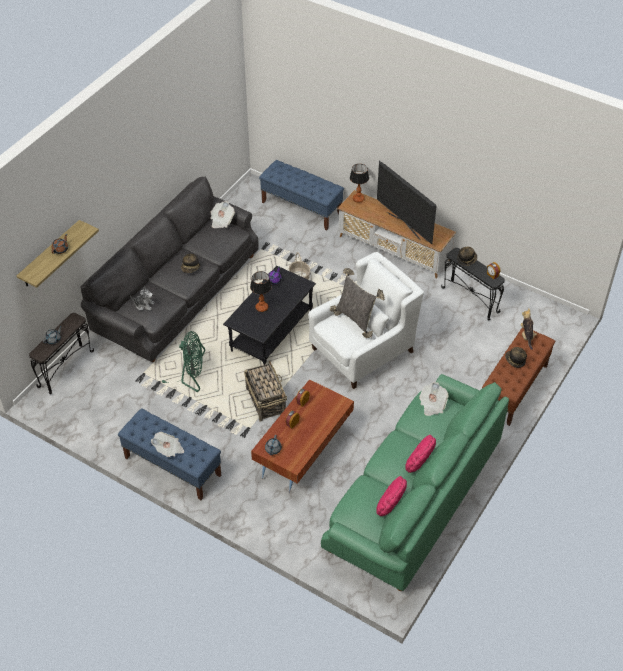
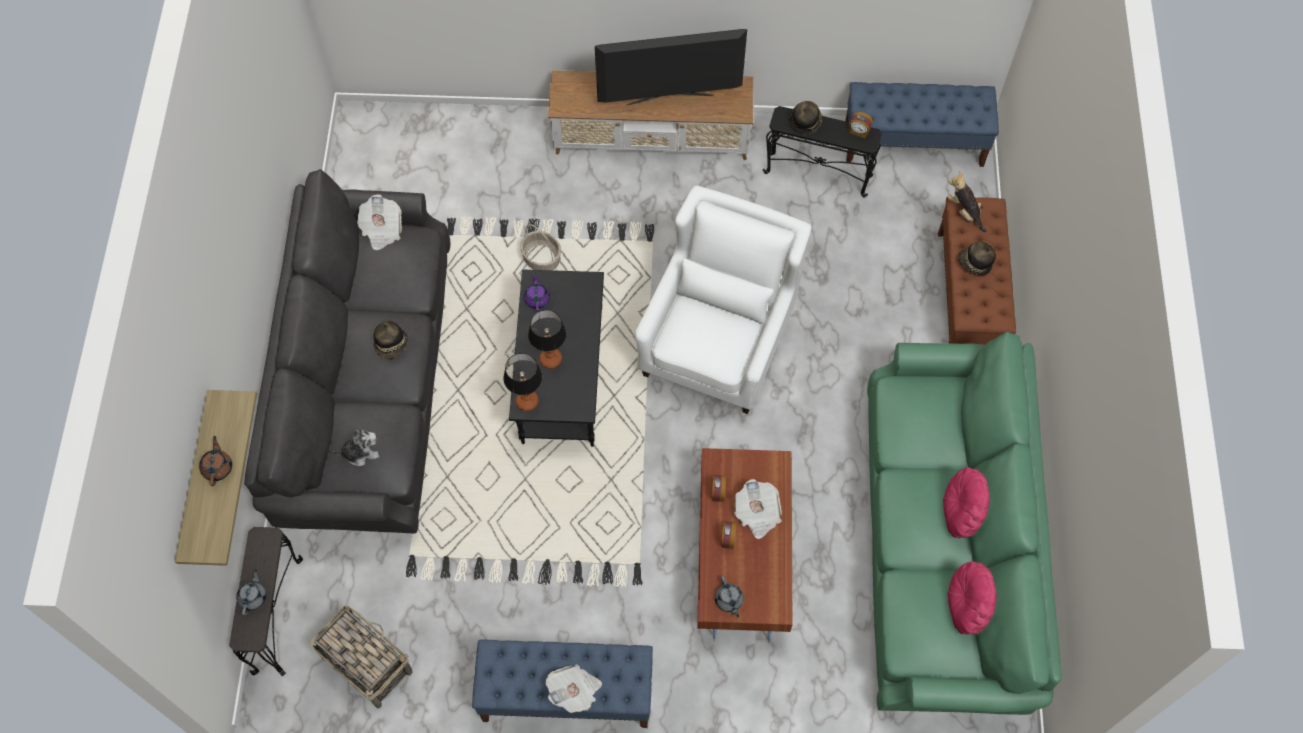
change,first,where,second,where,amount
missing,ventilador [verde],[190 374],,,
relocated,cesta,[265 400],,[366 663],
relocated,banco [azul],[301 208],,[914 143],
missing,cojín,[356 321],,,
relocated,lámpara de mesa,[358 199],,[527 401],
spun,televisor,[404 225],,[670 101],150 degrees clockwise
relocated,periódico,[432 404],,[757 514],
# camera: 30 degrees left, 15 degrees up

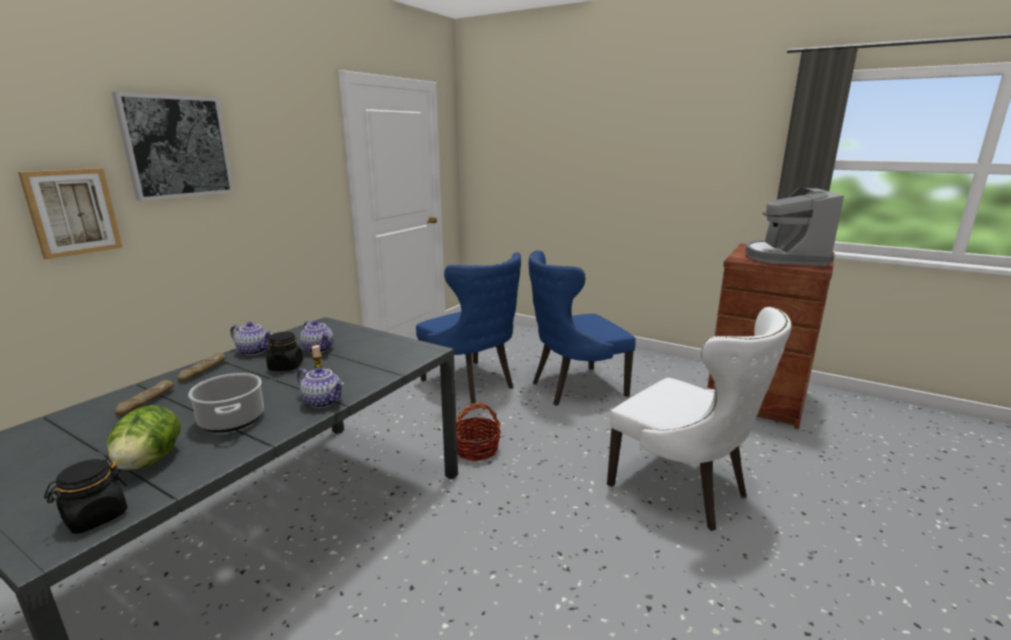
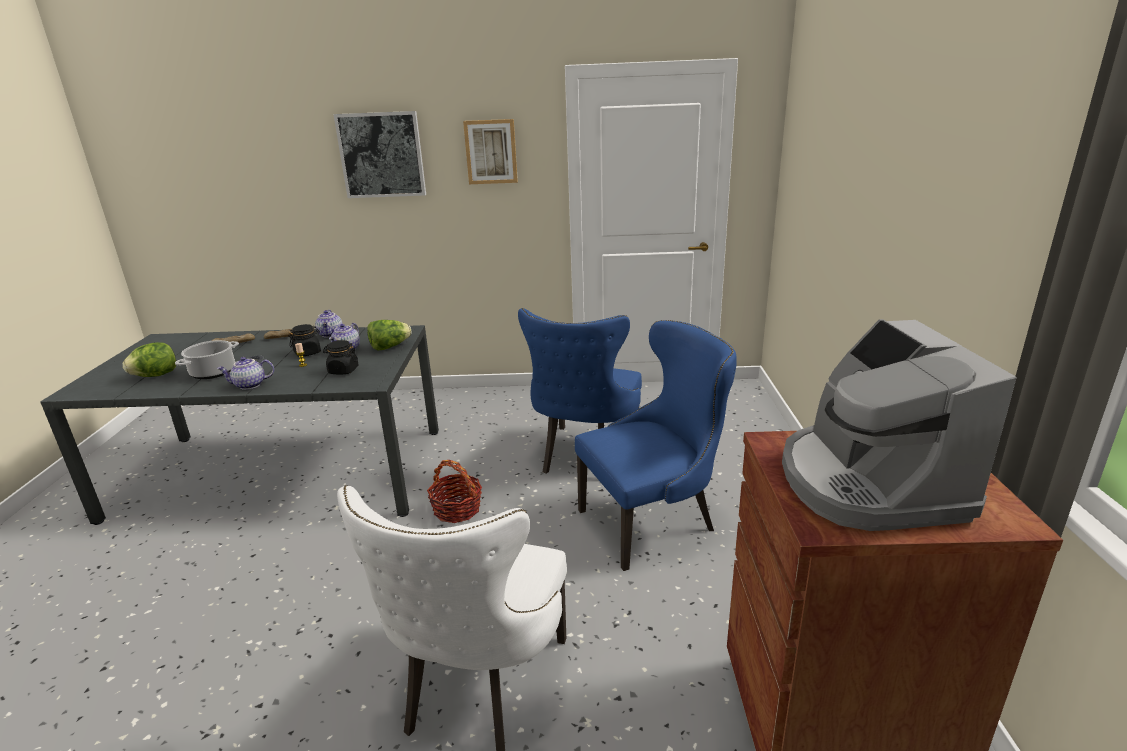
change,first,where,second,where,amount
relocated,cuadro,[72 212],,[491 152],
relocated,tarro [negro],[95 517],,[343 370],
spun,tetera,[324 402],,[249 385],75 degrees clockwise
spun,silla [azul],[574 388],,[652 522],120 degrees clockwise
spun,cafetera,[785 257],,[868 483],75 degrees counterclockwise
appeared,,,lechuga,[390 347],
# camera: 60 degrees right, 5 degrees up

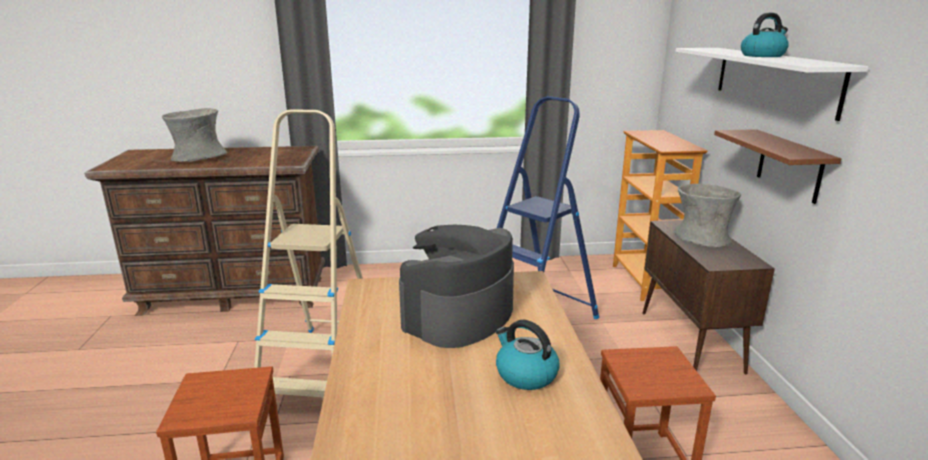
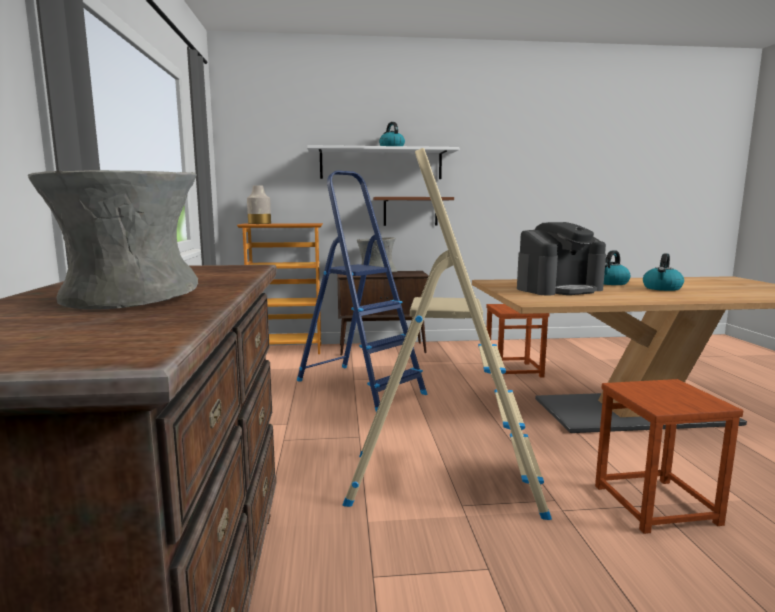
change,first,where,second,where,amount
spun,cafetera,[458 316],,[559 289],60 degrees counterclockwise
appeared,,,florero [beis],[259 223],
appeared,,,hervidor,[662 288],
# camera: 90 degrees left, 10 degrees down

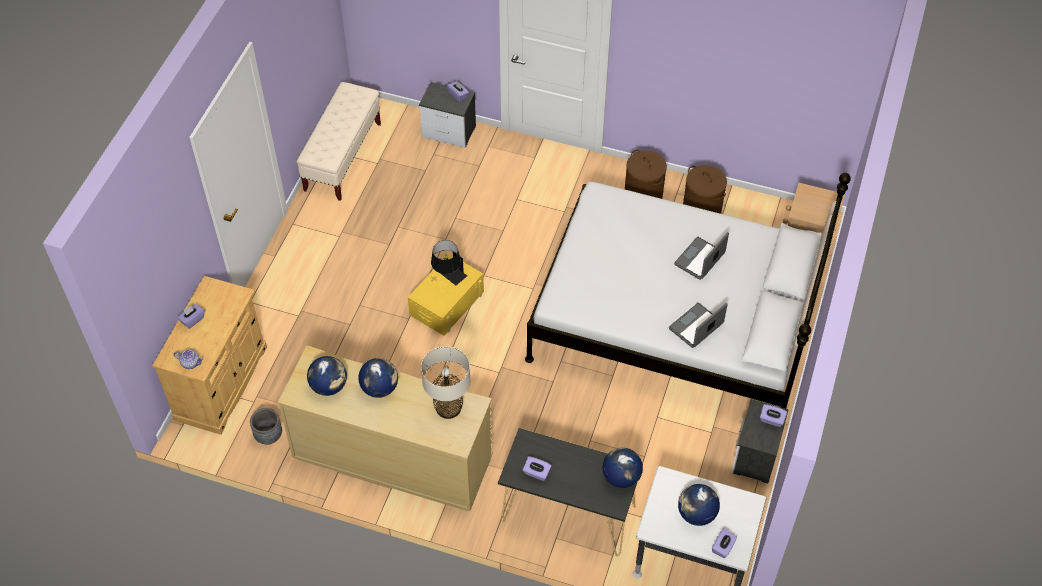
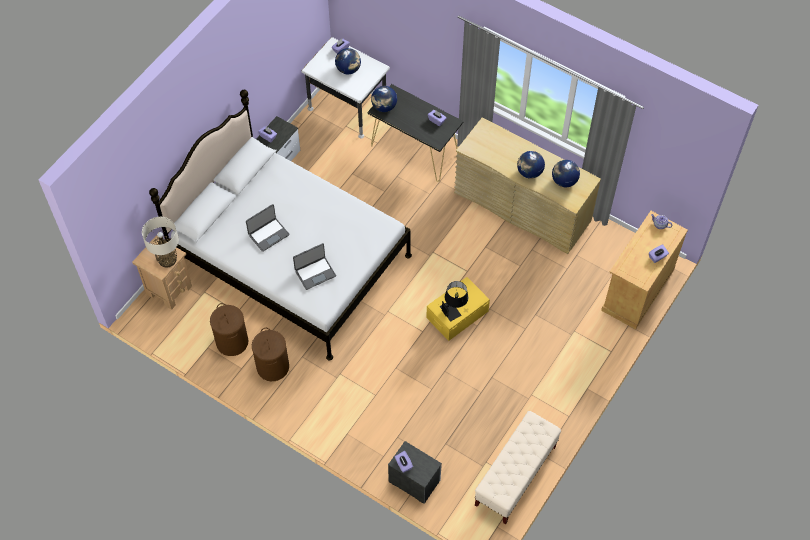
change,first,where,second,where,amount
missing,maceta [gris],[268 435],,,
relocated,lámpara de mesa,[448 408],,[167 259],
relocated,portátil,[696 327],,[315 273],
# camera: 165 degrees left, 5 degrees up

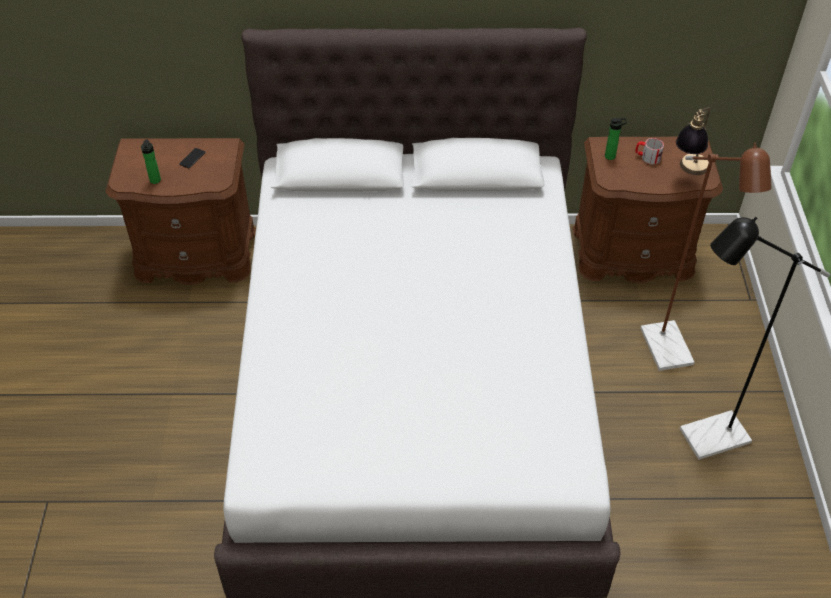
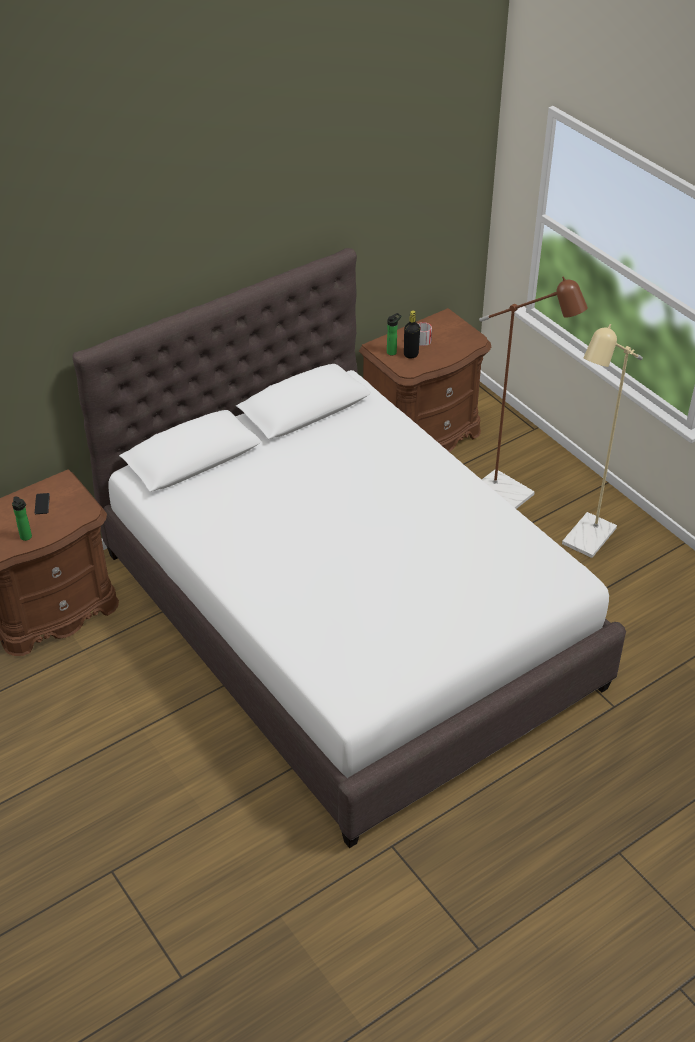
change,first,where,second,where,amount
missing,lámpara de mesa,[688 172],,,
colour,lámpara de pie [negro],[704 439],lámpara de pie [beis],[584 542],
appeared,,,botella [negro],[411 354],
# camera: 35 degrees left, 5 degrees down

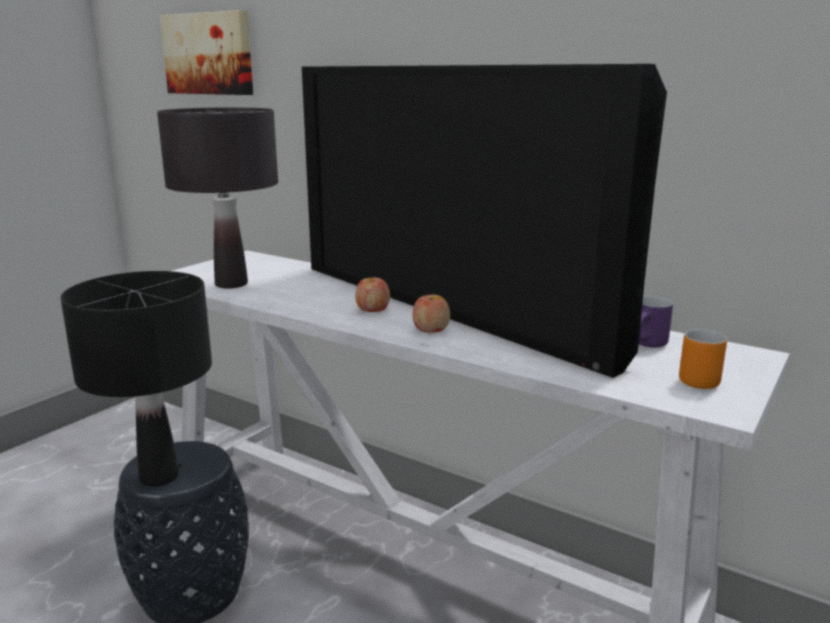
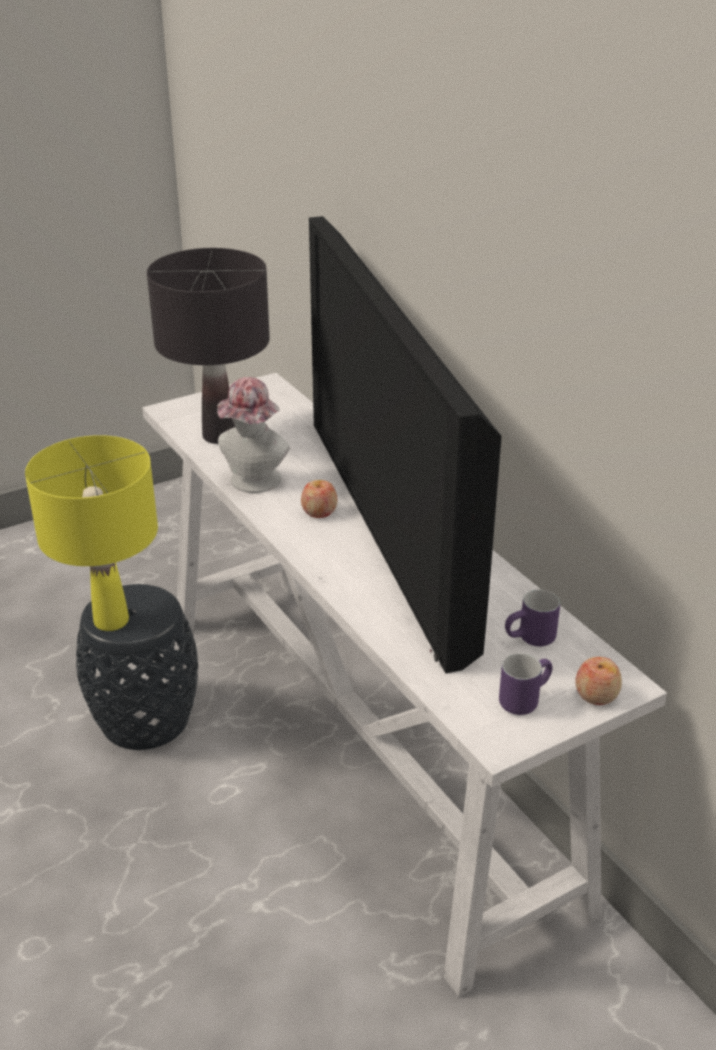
change,first,where,second,where,amount
colour,lámpara de mesa [negro],[159 477],lámpara de mesa [amarillo],[111 621],
missing,cuadro,[209 54],,,
relocated,manzana,[431 329],,[596 695],
colour,taza grande [naranja],[697 378],taza grande [morado],[523 698],
appeared,,,sombrero,[253 483],
# camera: 25 degrees right, 15 degrees up

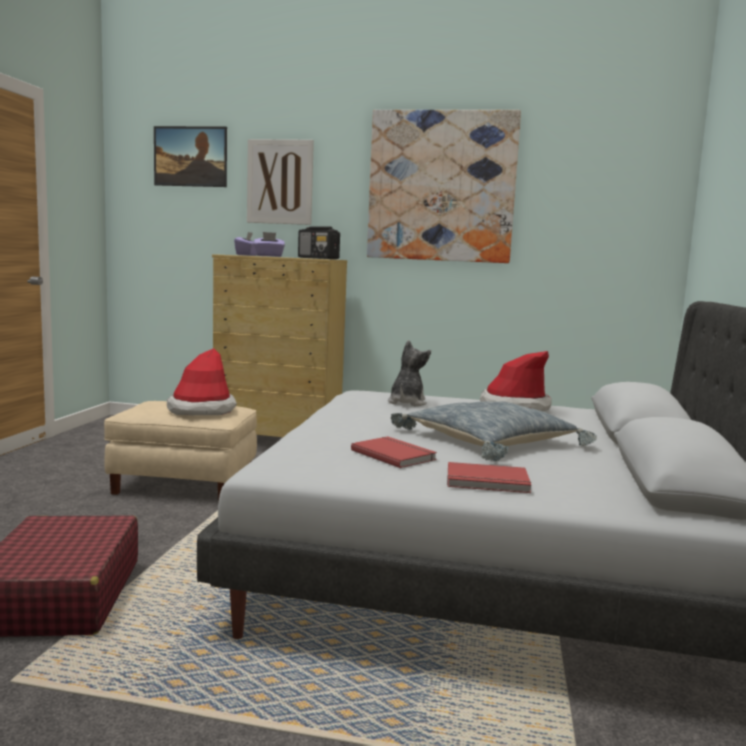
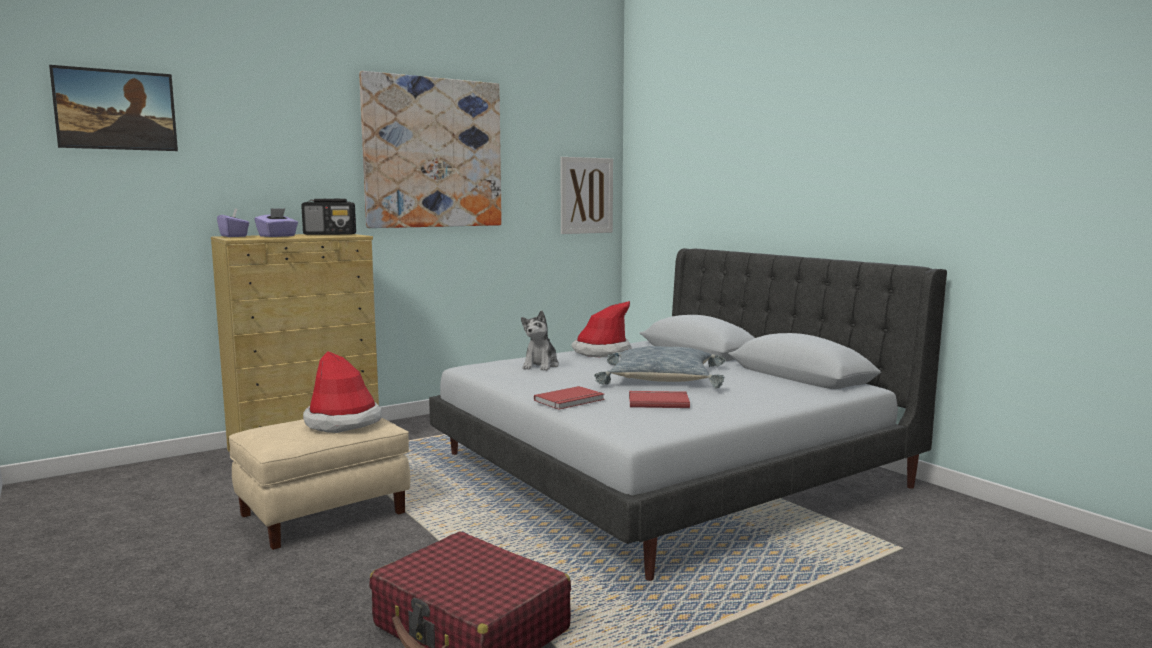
change,first,where,second,where,amount
relocated,cuadro,[280 182],,[586 195],
spun,peluche,[407 402],,[541 366],135 degrees counterclockwise
relocated,libro [rojo],[487 482],,[570 400],
# camera: 45 degrees left, 0 degrees up

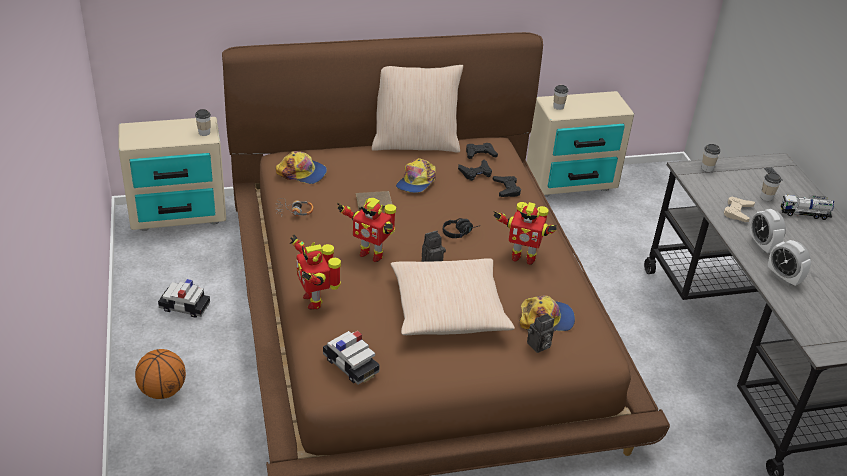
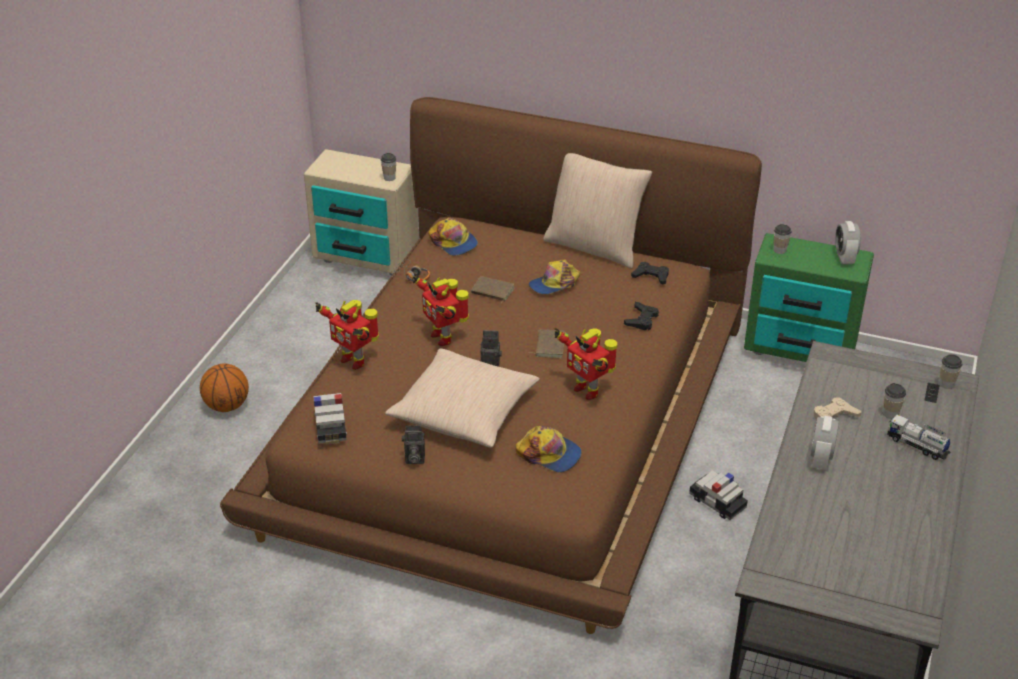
change,first,where,second,where,amount
relocated,coche de juguete,[184 307],,[717 502],
spun,robot de juguete,[314 300],,[353 360],60 degrees counterclockwise
exchanged,auriculares [negro],[460 232],libro [marrón],[548 345],
missing,mando de consola [negro],[475 173],,,
colour,mesita de noche [beis],[571 186],mesita de noche [verde],[799 352],
relocated,cámara,[538 346],,[413 458],
relocated,taza,[707 168],,[946 384],
relocated,despertador,[783 278],,[844 258],
# camera: 35 degrees right, 0 degrees up

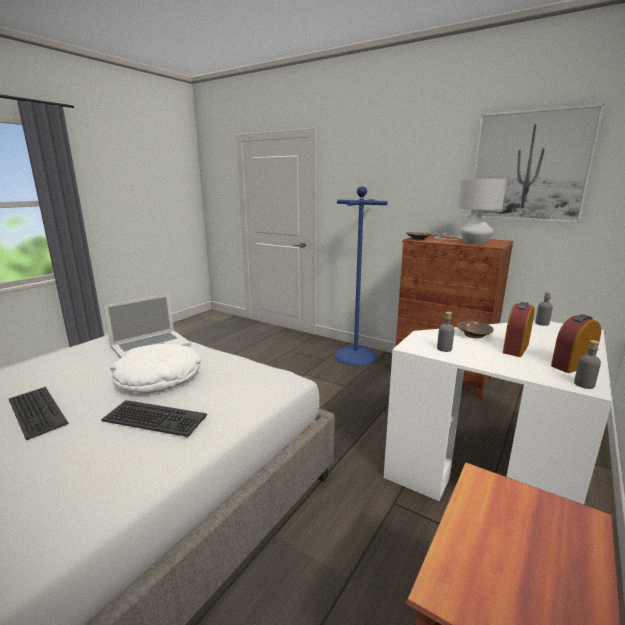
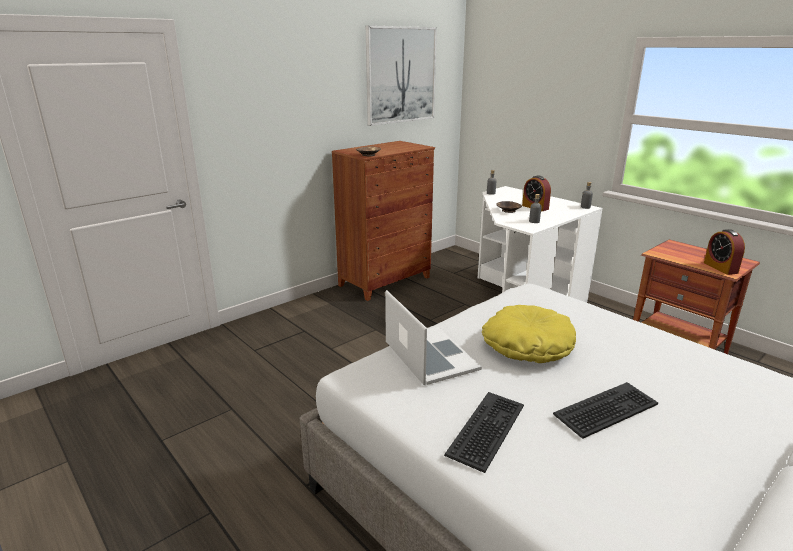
change,first,where,second,where,amount
relocated,teclado,[154 419],,[487 430],
colour,cojín [blanco],[157 379],cojín [amarillo],[529 346],
missing,perchero [azul],[355 356],,,
missing,lámpara de mesa [blanco],[464 241],,,
relocated,despertador,[572 365],,[720 268],
# camera: 75 degrees left, 5 degrees up

